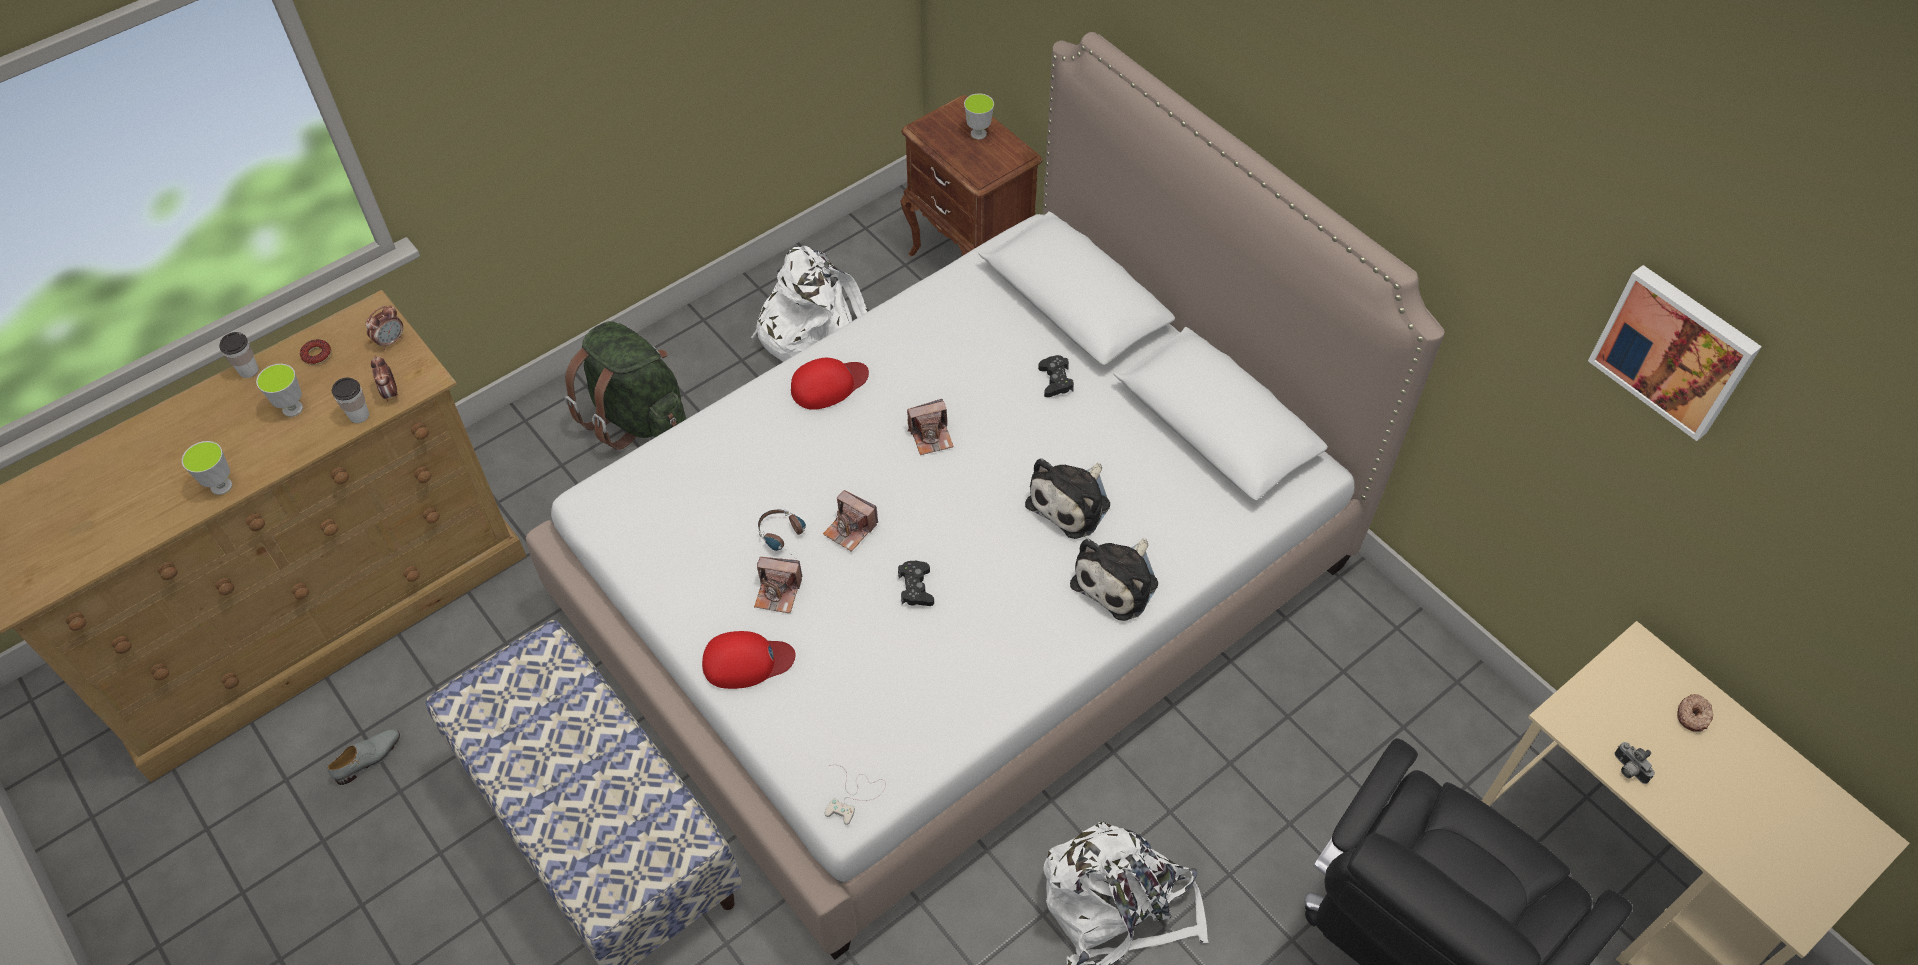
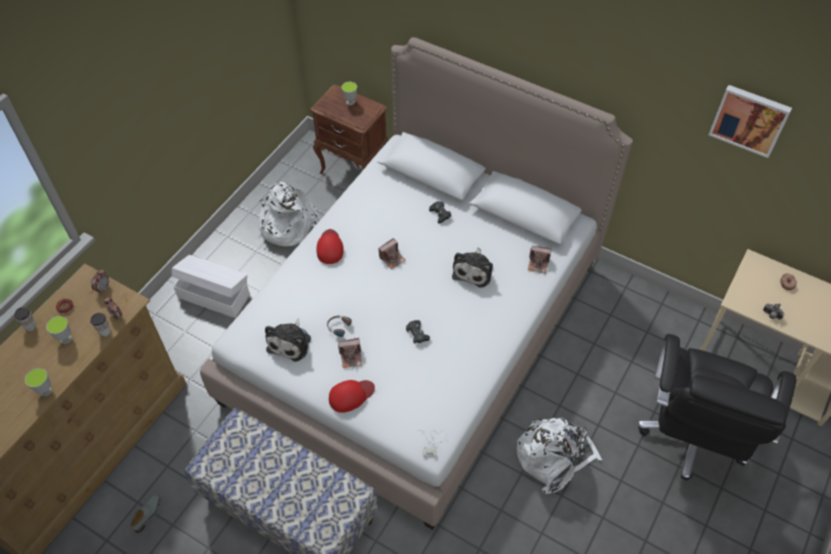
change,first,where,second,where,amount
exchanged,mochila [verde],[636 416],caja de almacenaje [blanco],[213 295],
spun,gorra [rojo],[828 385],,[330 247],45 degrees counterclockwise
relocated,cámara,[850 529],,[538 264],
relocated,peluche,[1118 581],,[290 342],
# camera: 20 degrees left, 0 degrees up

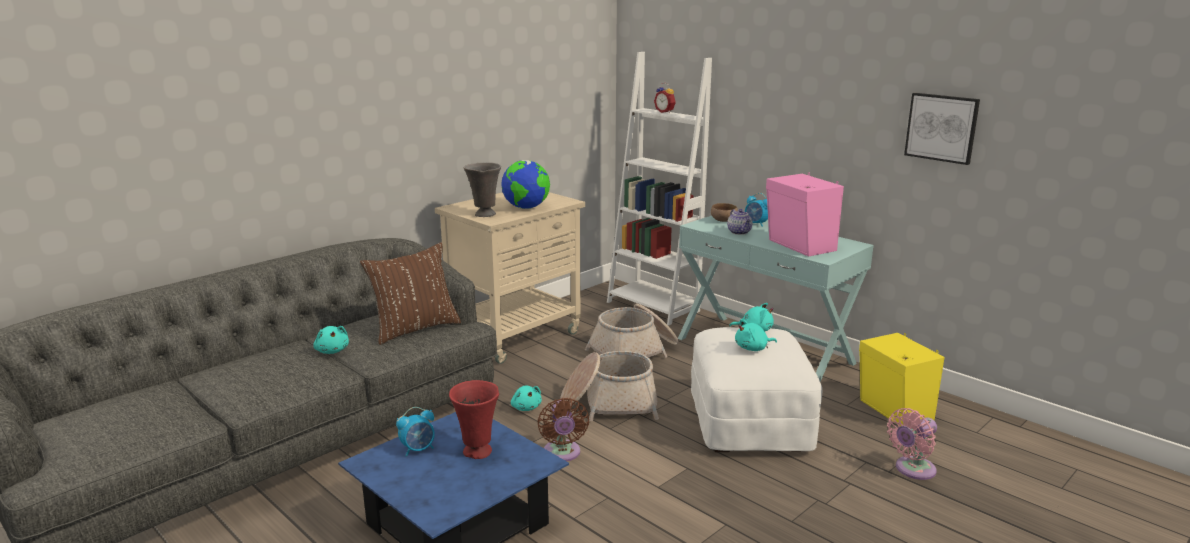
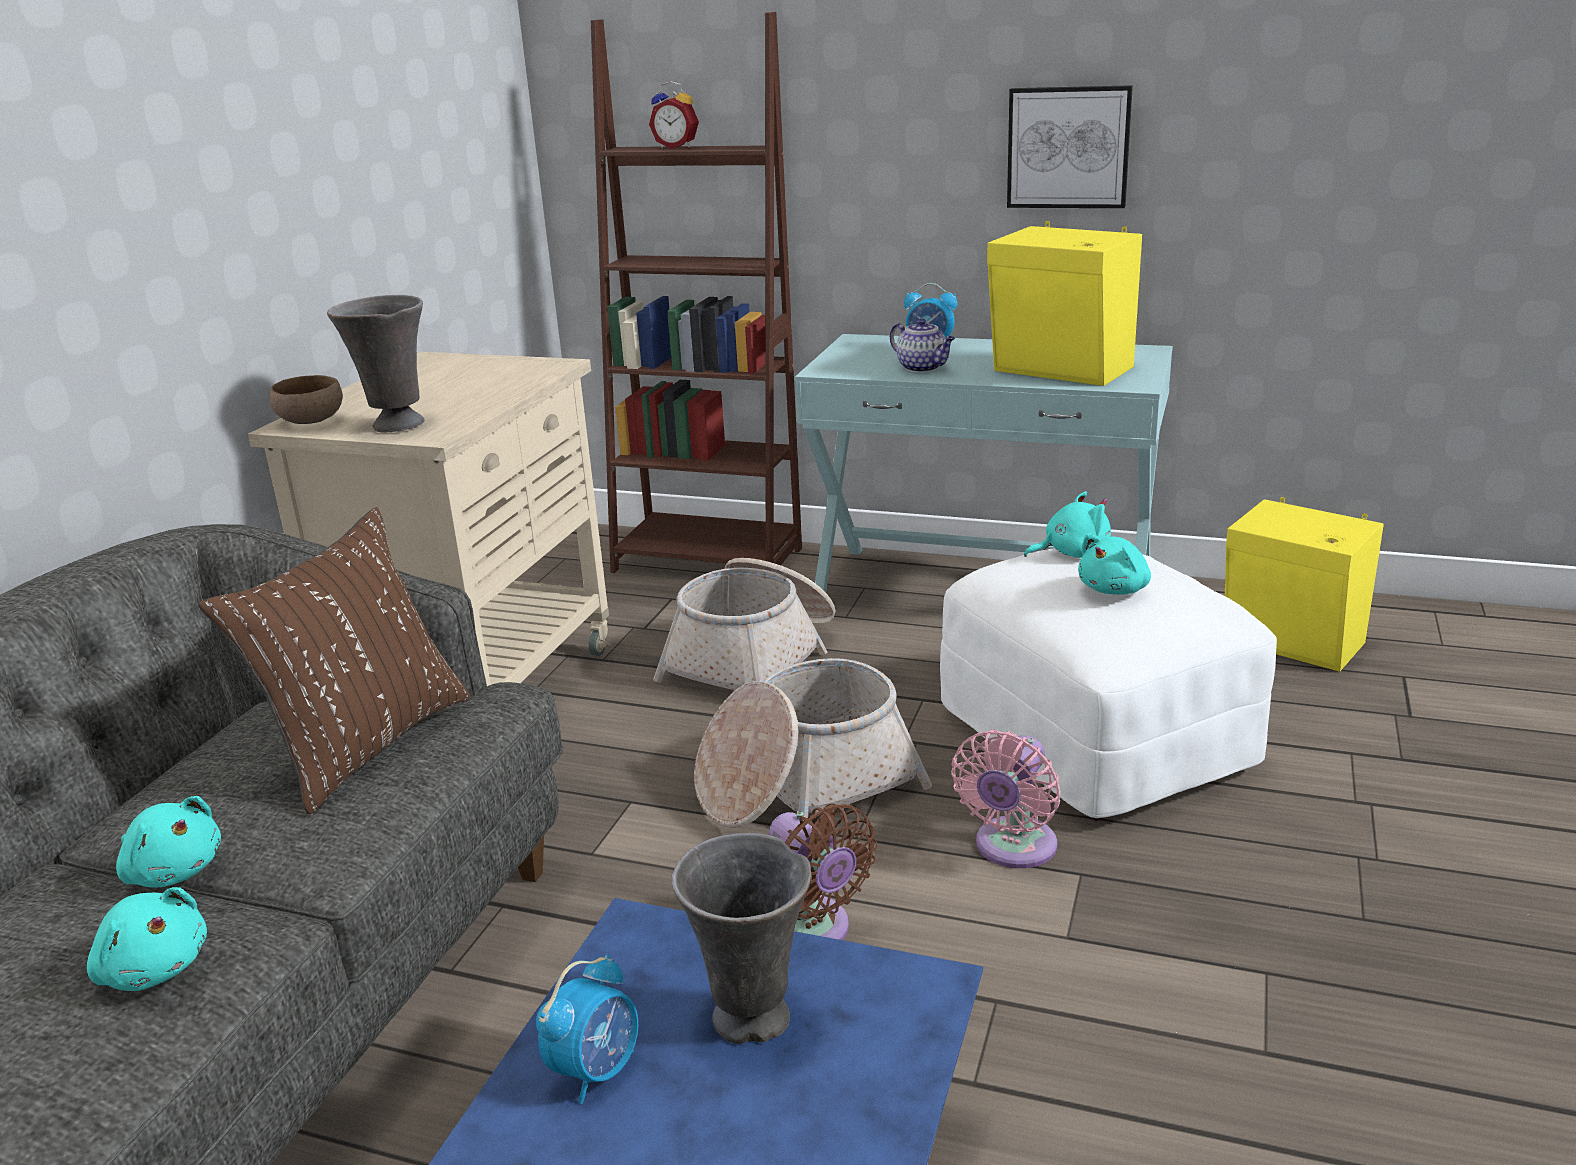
change,first,where,second,where,amount
colour,florero [rojo],[478 452],florero [gris],[754 1020],
missing,globo terráqueo,[526 208],,,
relocated,peluche [turquesa],[526 407],,[154 968],
colour,estantería [blanco],[653 306],estantería [marrón],[708 559],
relocated,cuenco [marrón],[724 221],,[313 421],
colour,altavoz [rosa],[800 246],altavoz [amarillo],[1062 371],
relocated,ventilador [rosa],[912 470],,[1012 849],
relocated,cuadro,[941 127],,[1068 147],
# camera: 25 degrees left, 5 degrees up

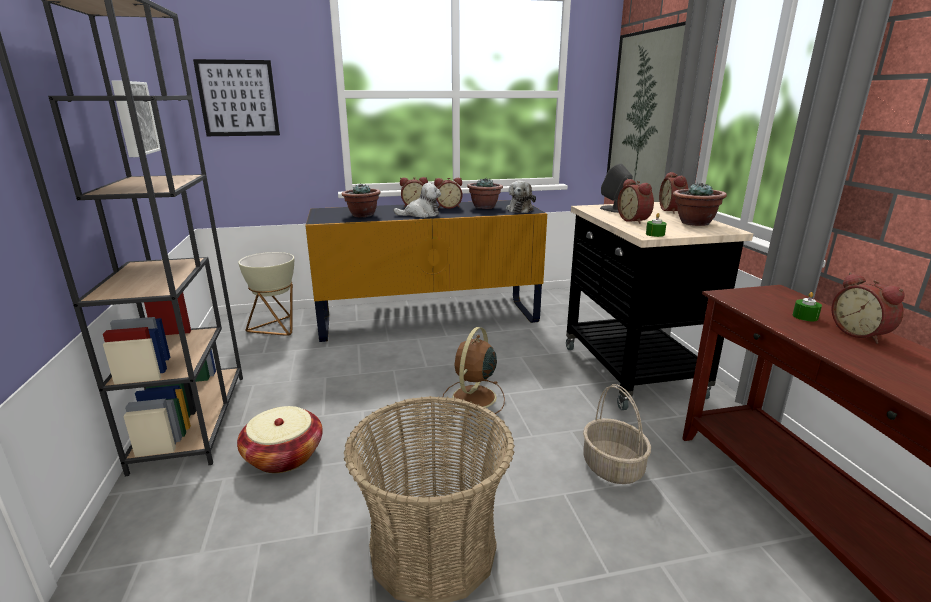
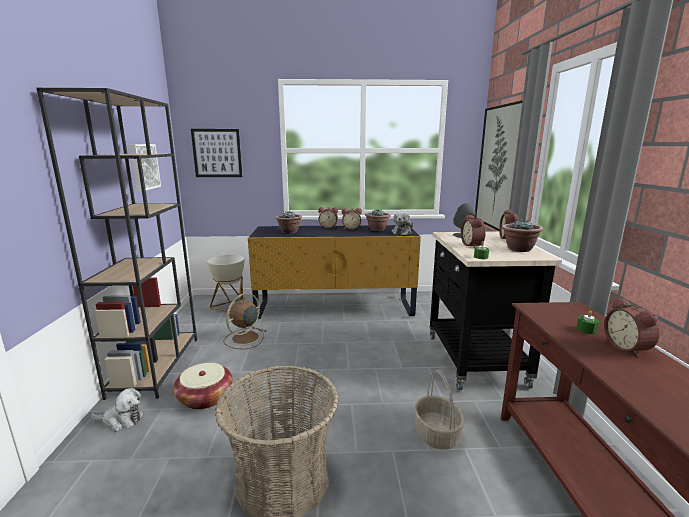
change,first,where,second,where,amount
relocated,peluche,[421 214],,[121 420],
relocated,ventilador [marrón],[473 398],,[244 338],
# camera: 10 degrees right, 5 degrees down

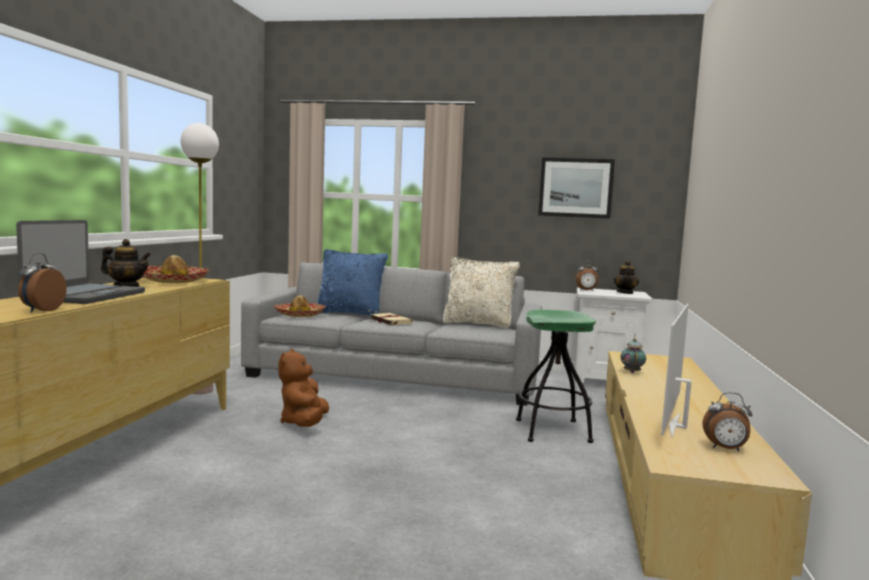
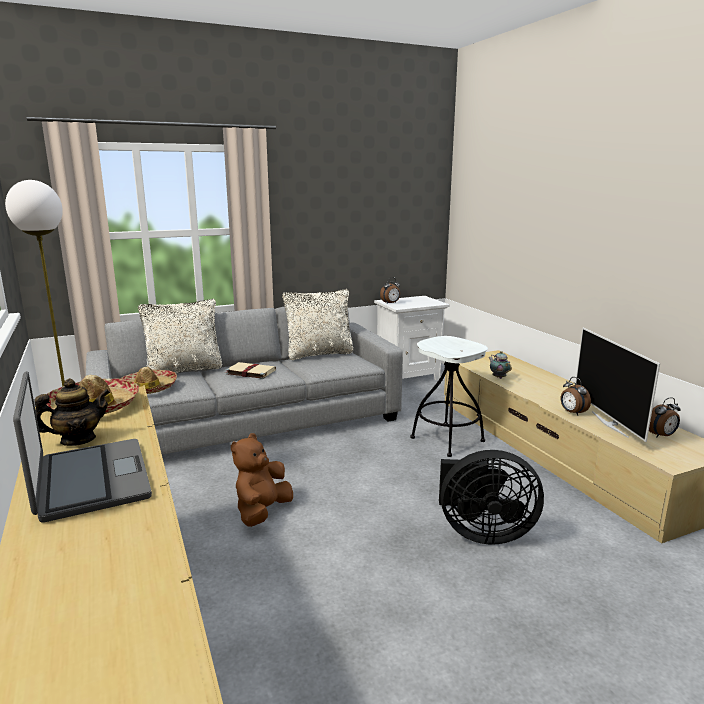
change,first,where,second,where,amount
relocated,despertador,[41 310],,[572 412],
spun,peluche [marrón],[304 423],,[262 512],60 degrees clockwise
colour,cojín [azul],[350 314],cojín [beis],[185 371],
colour,taburete [verde],[553 430],taburete [blanco],[447 439],
missing,cuadro,[575 188],,,
missing,tetera,[625 293],,,
appeared,,,ventilador [negro],[482 532],
# camera: 35 degrees left, 10 degrees up

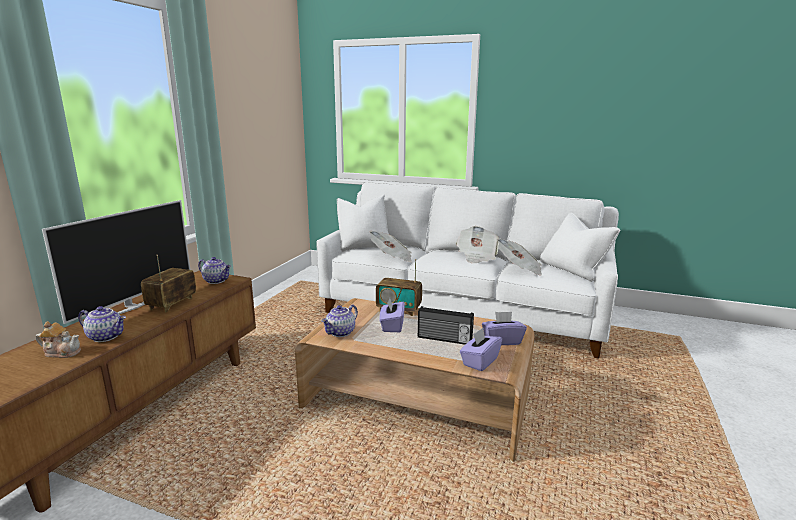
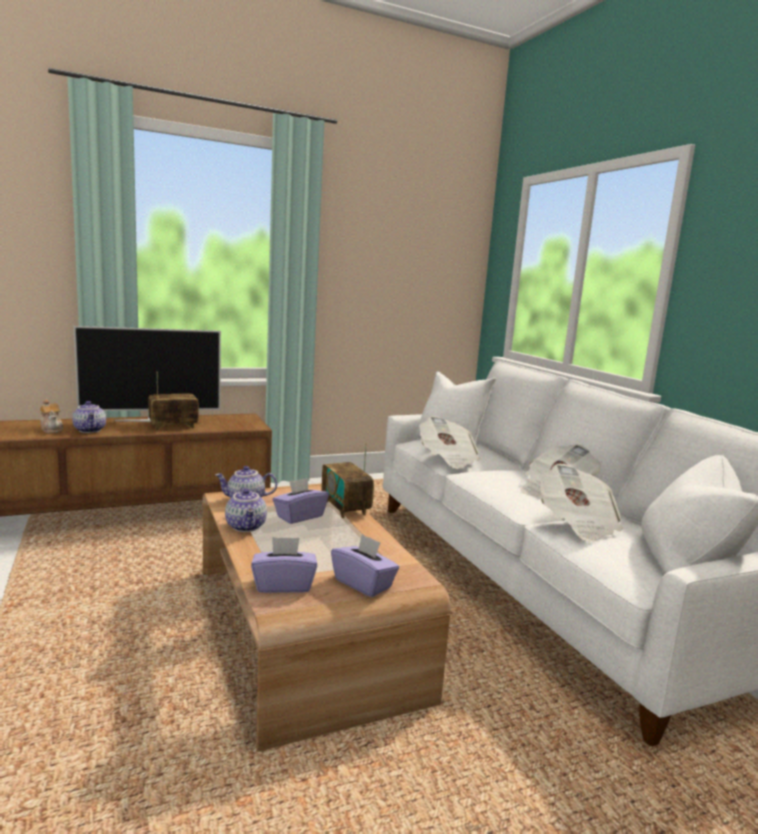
change,first,where,second,where,amount
relocated,tetera,[217 280],,[247 526],
missing,radio,[444 339],,,
# camera: 45 degrees right, 5 degrees down

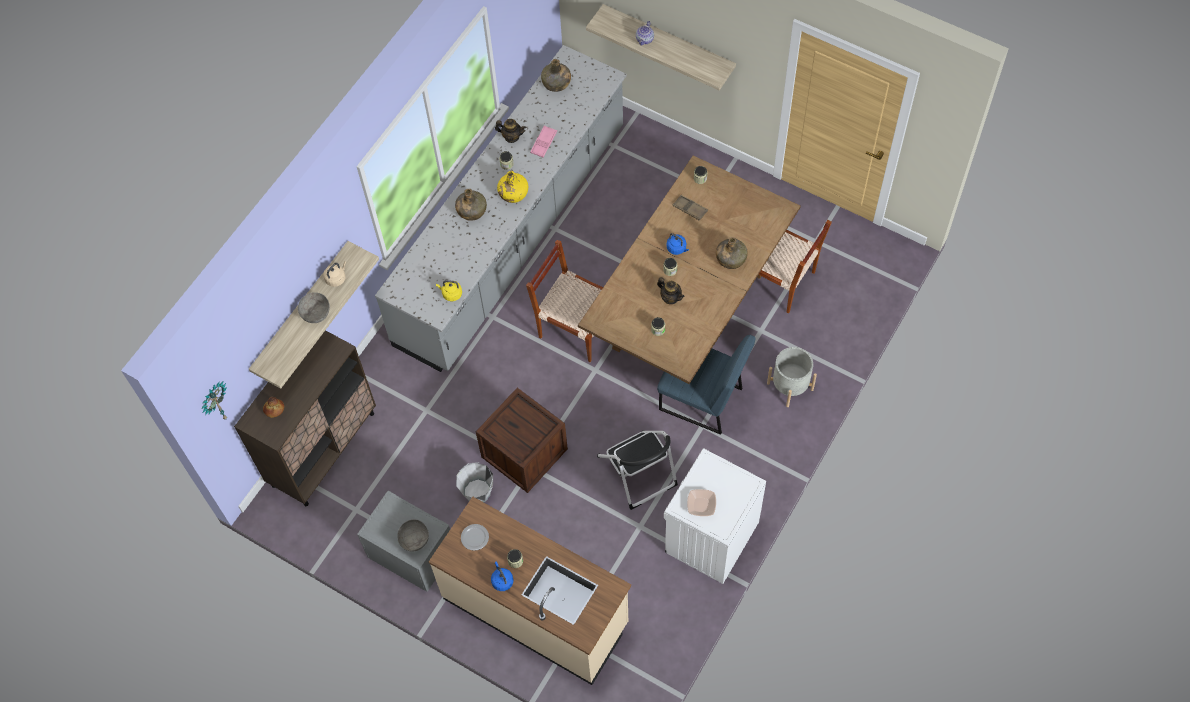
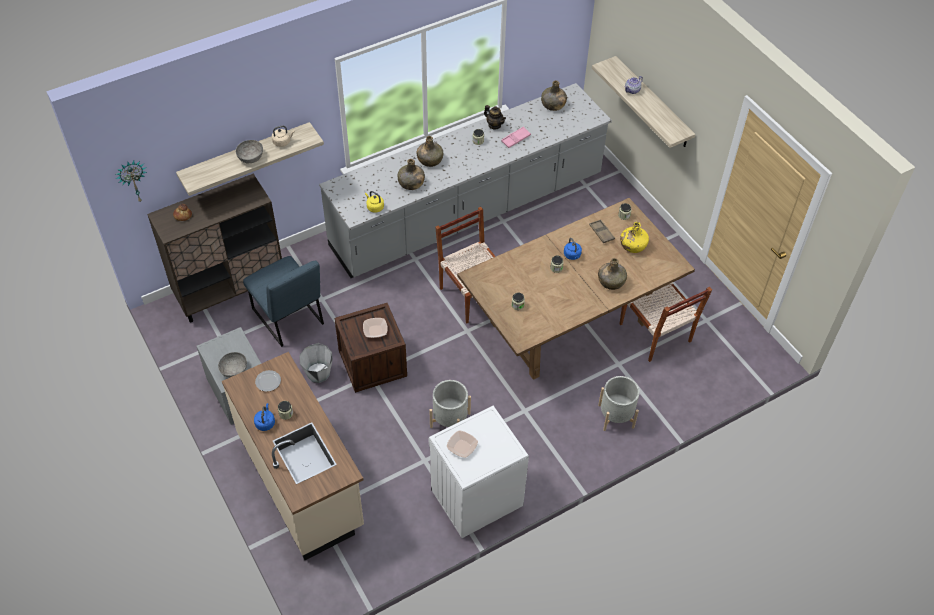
change,first,where,second,where,amount
relocated,botella [amarillo],[513 193],,[633 245],
exchanged,escalera de tijera,[638 473],maceta [gris],[450 420],
missing,tetera,[670 297],,,
relocated,silla [azul],[703 400],,[288 318],
appeared,,,cuenco,[375 330],
appeared,,,botella [verde],[411 183],
# camera: 25 degrees right, 10 degrees down

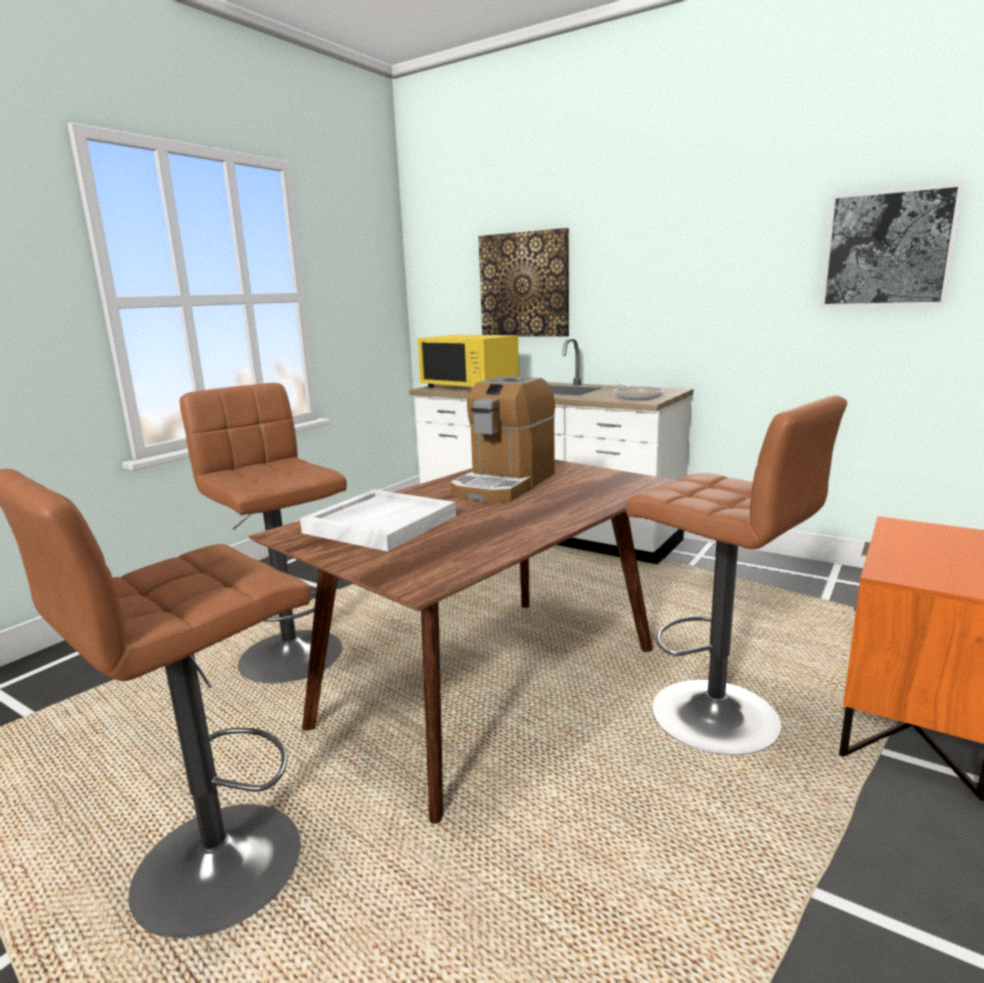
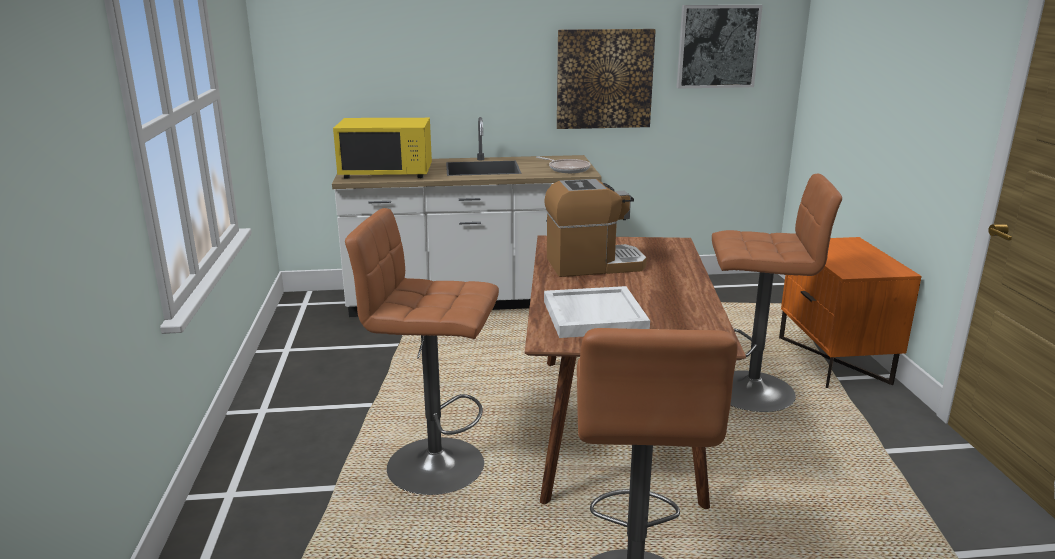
change,first,where,second,where,amount
spun,cafetera,[504 484],,[594 264],90 degrees counterclockwise
relocated,cuadro,[524 285],,[604 79],
# camera: 40 degrees left, 5 degrees up

